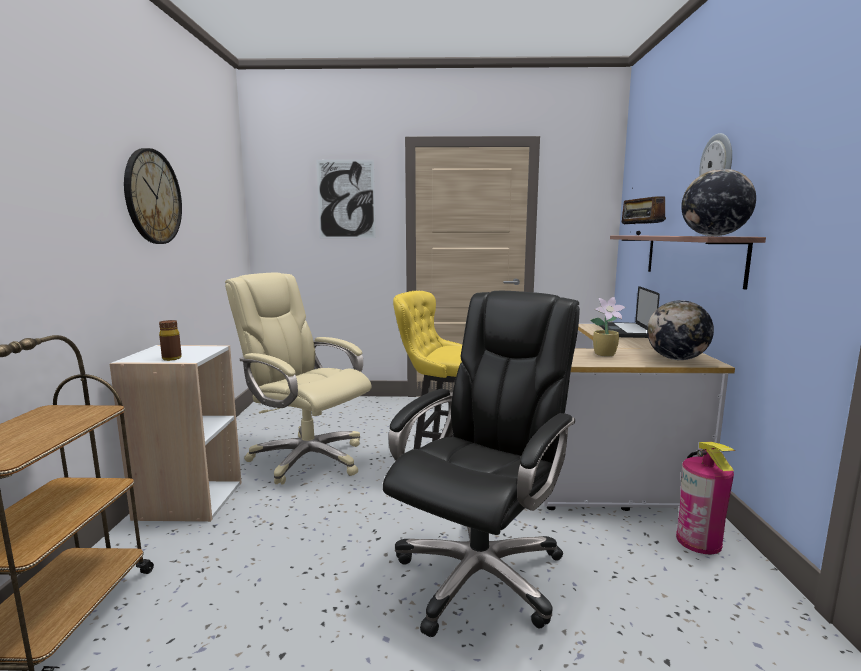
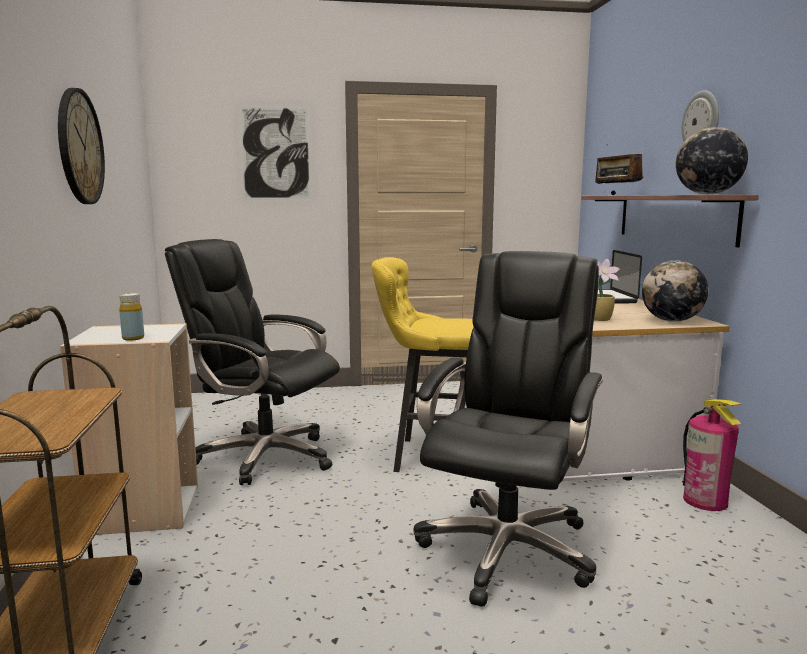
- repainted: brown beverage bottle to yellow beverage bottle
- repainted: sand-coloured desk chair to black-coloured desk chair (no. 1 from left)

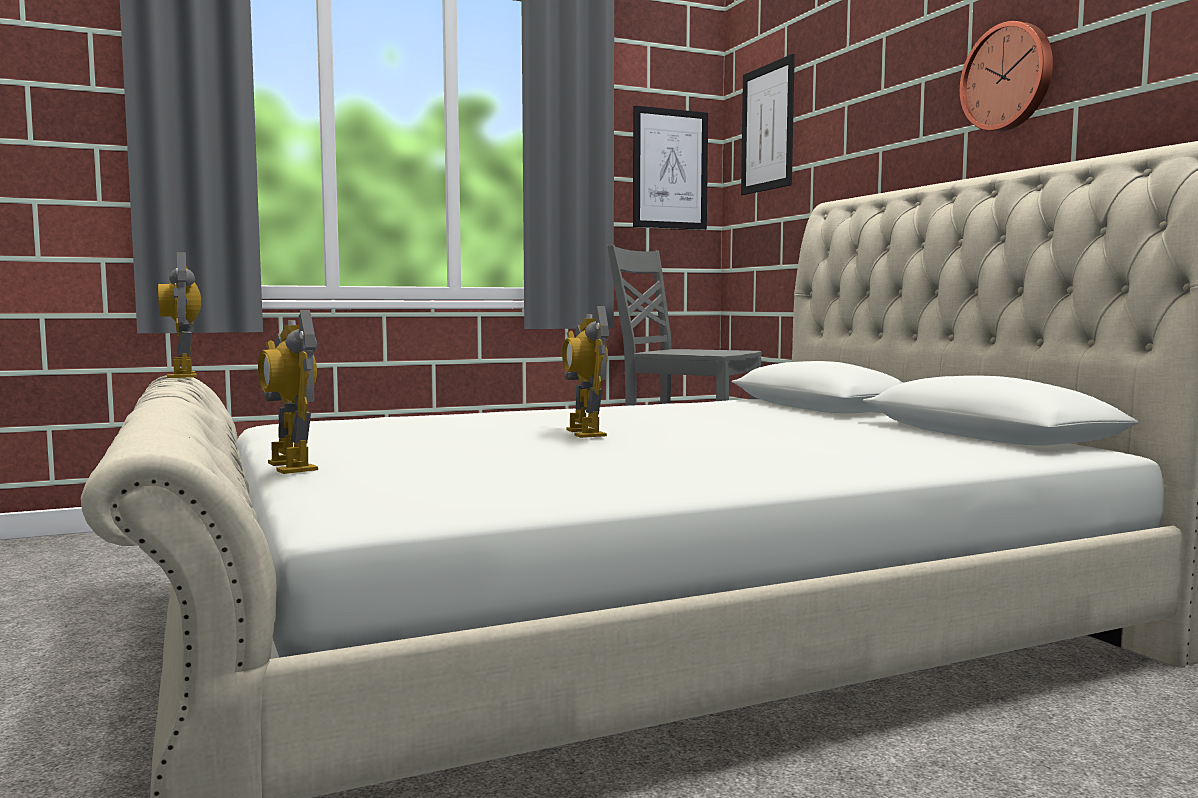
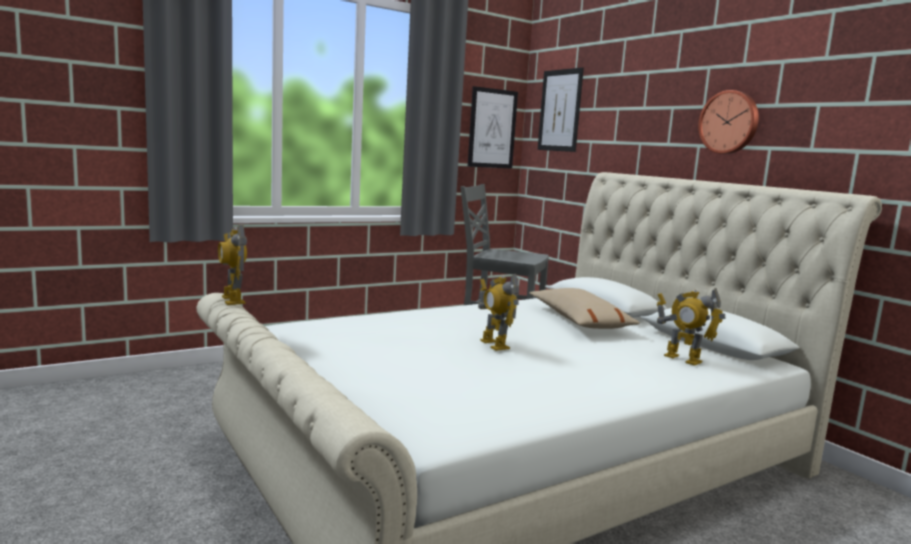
- shifted: model robot (no. 2 from left in the first image) to model robot (no. 3 from left)
- new: sand-coloured throw pillow

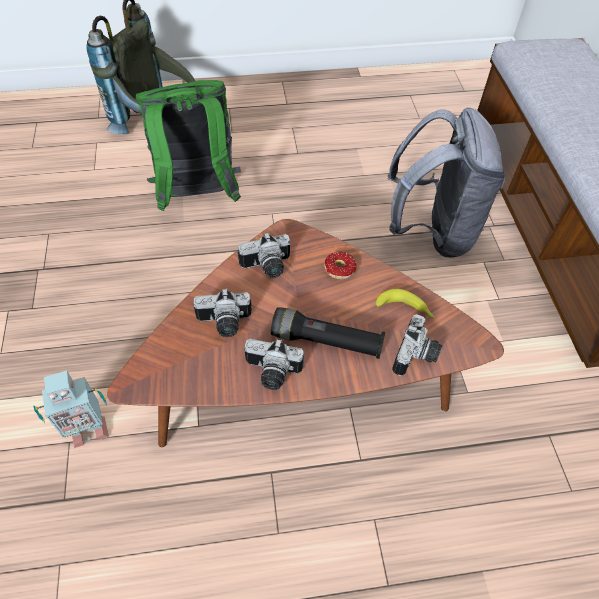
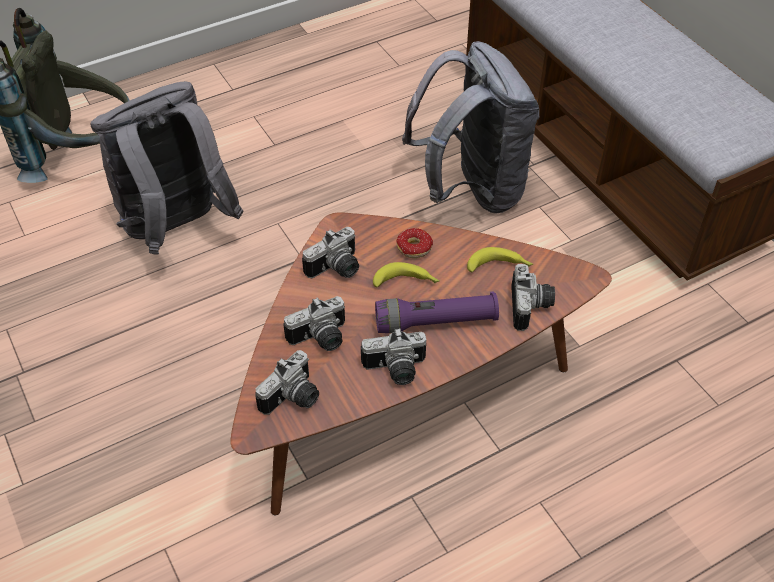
- gone: model robot
- repainted: green rucksack to grey rucksack (no. 2 from left)
- repainted: black-coloured flashlight to purplish flashlight
- new: still camera (no. 1 from left)
- new: banana (no. 1 from left)

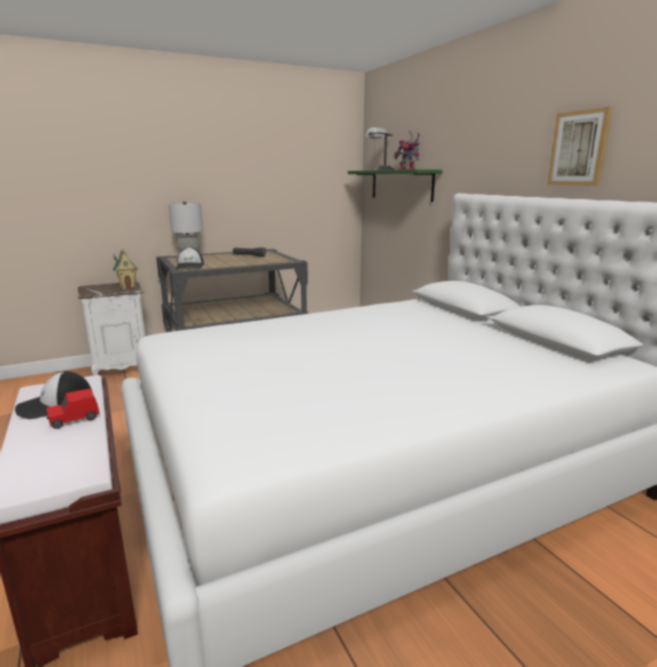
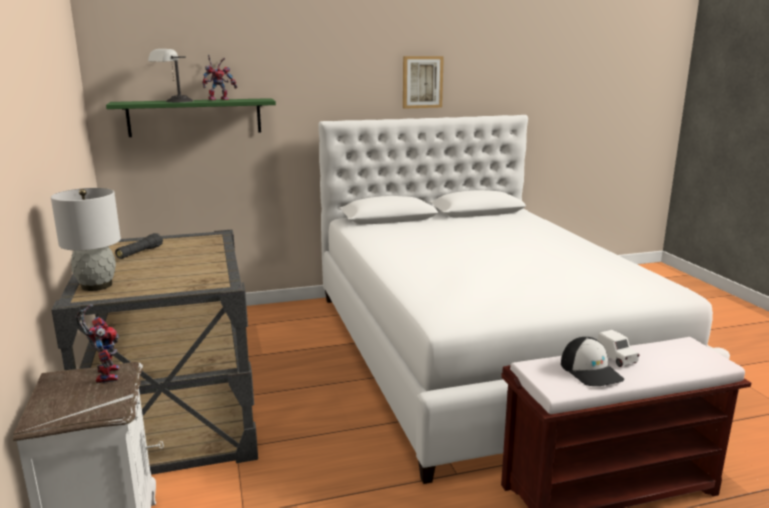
- repainted: reddish miniature car to white miniature car
- swapped: miniature house to model robot (no. 1 from left)
- gone: peaked cap (no. 2 from left)

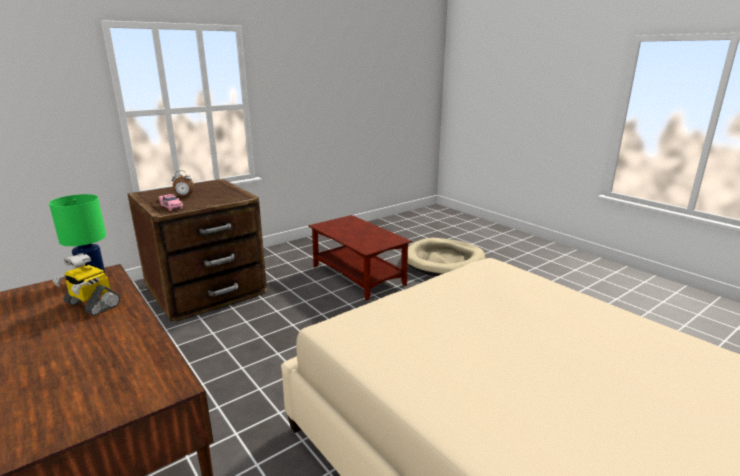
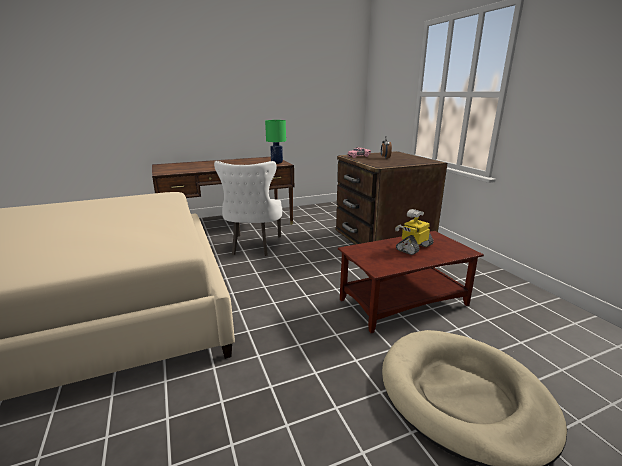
- shifted: model robot
- new: white chair

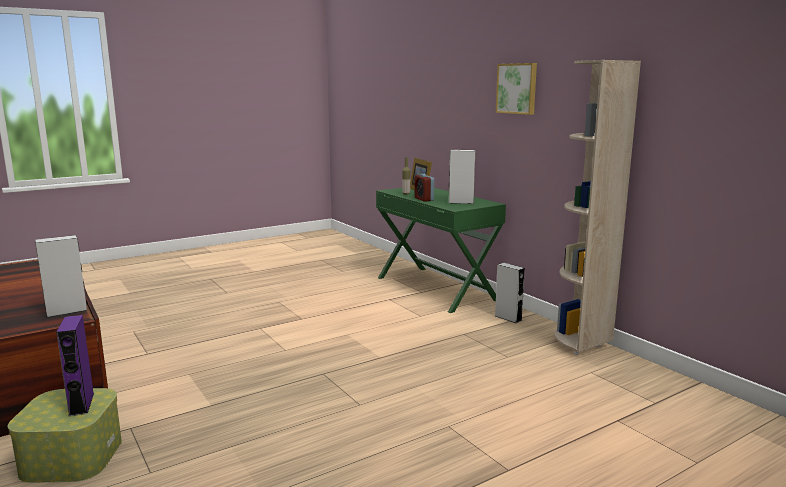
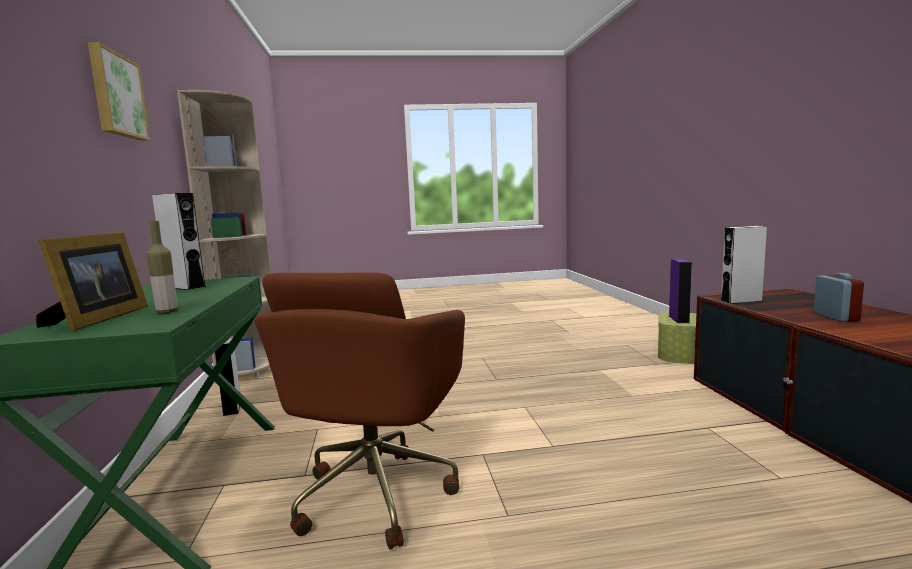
- shifted: table clock
- new: brown desk chair

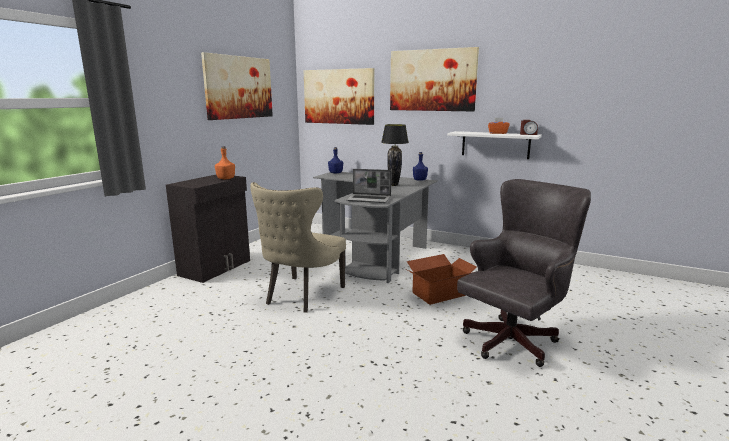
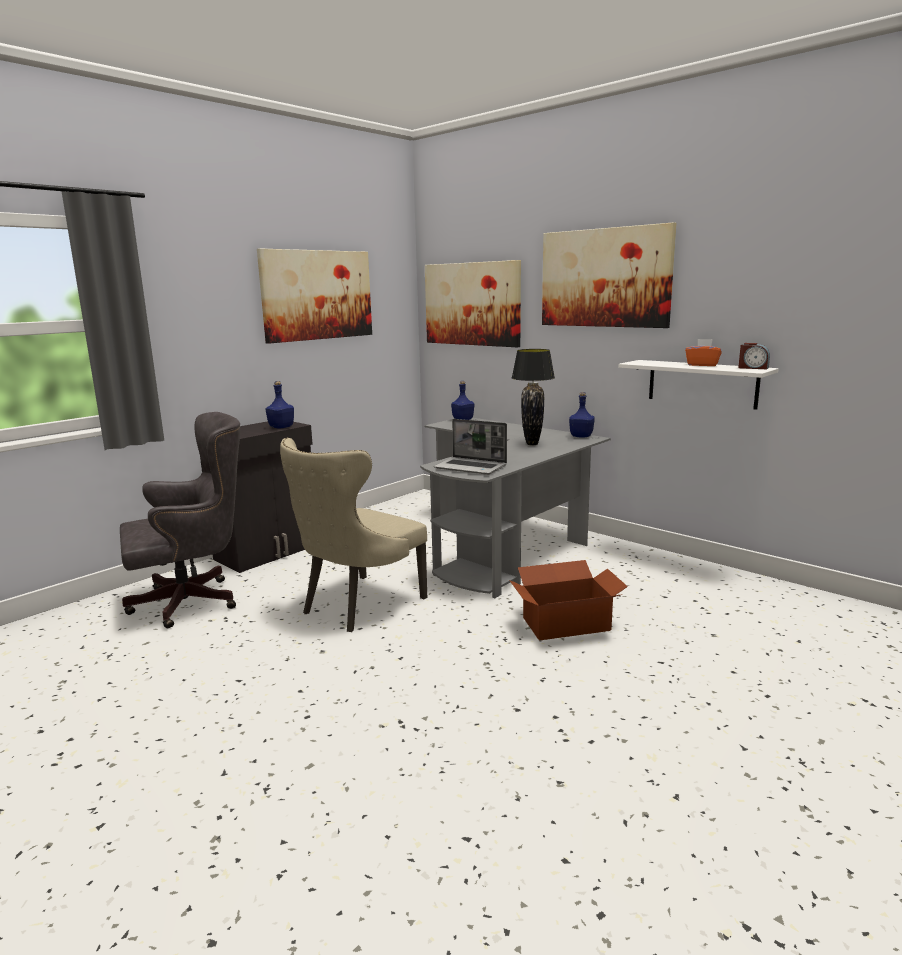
- repainted: orange beverage bottle to bluish beverage bottle (no. 1 from left)
- shifted: grey desk chair

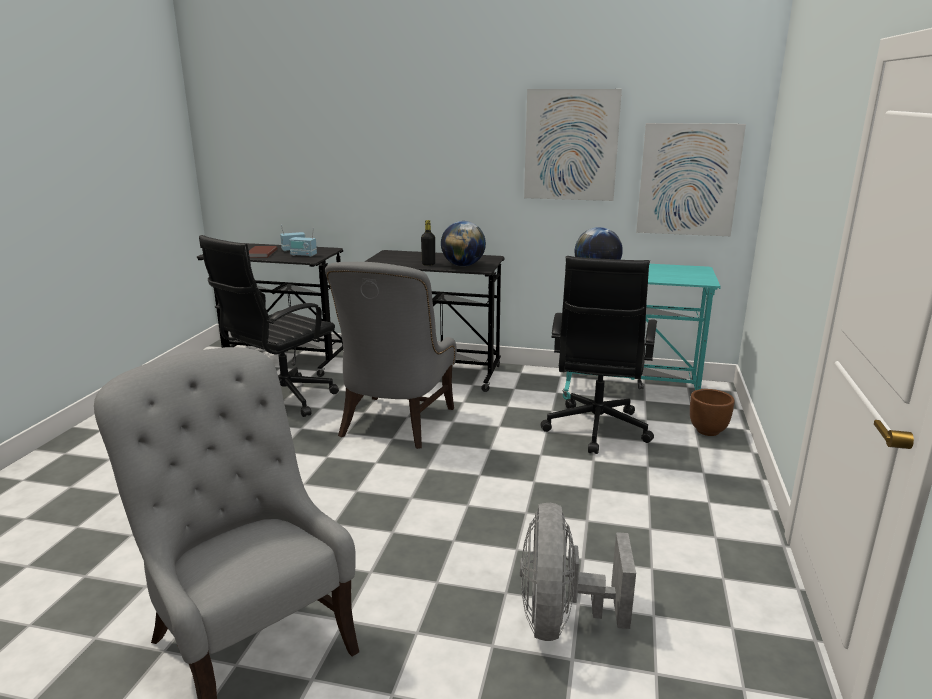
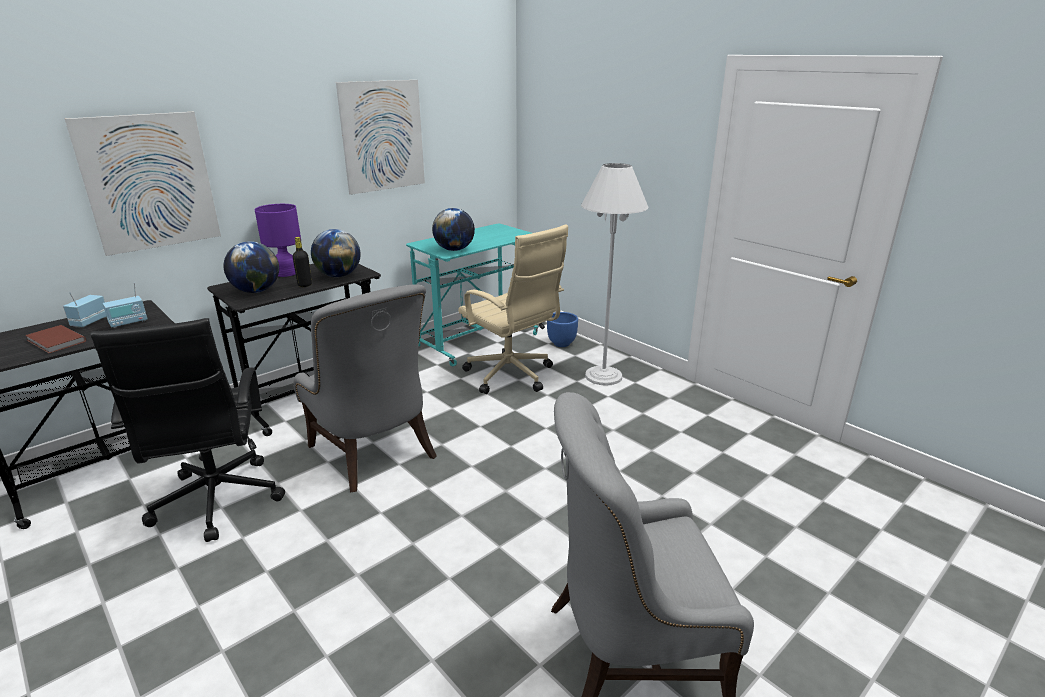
- gone: grey cooling fan
- repainted: black-coloured desk chair (no. 2 from left) to sand-coloured desk chair
- shifted: wall art (no. 2 from left in the first image) to wall art (no. 1 from left)
- repainted: brown plant pot to bluish plant pot
- new: world globe (no. 1 from left)
- new: purplish lamp for a table
- new: white standard lamp

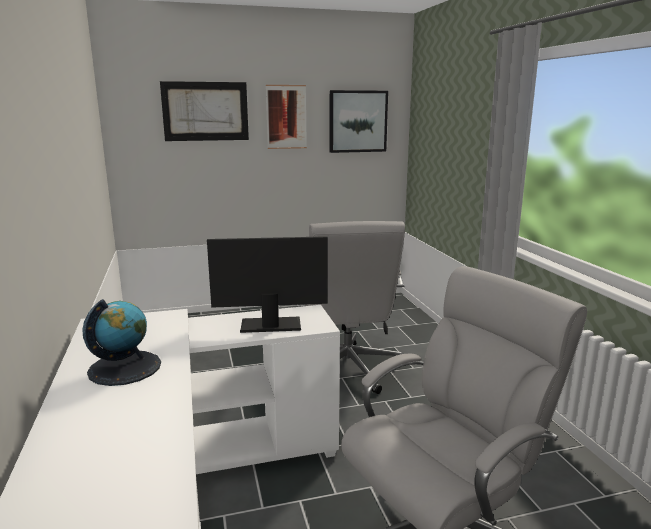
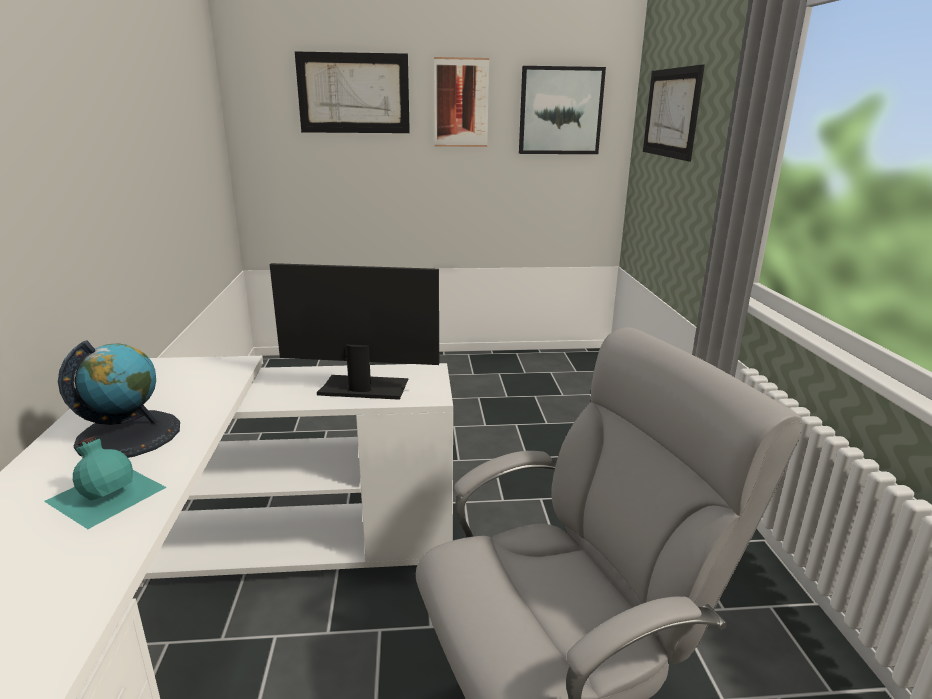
- gone: grey desk chair (no. 1 from left)
- new: turquoise beverage bottle
- new: wall art (no. 4 from left)

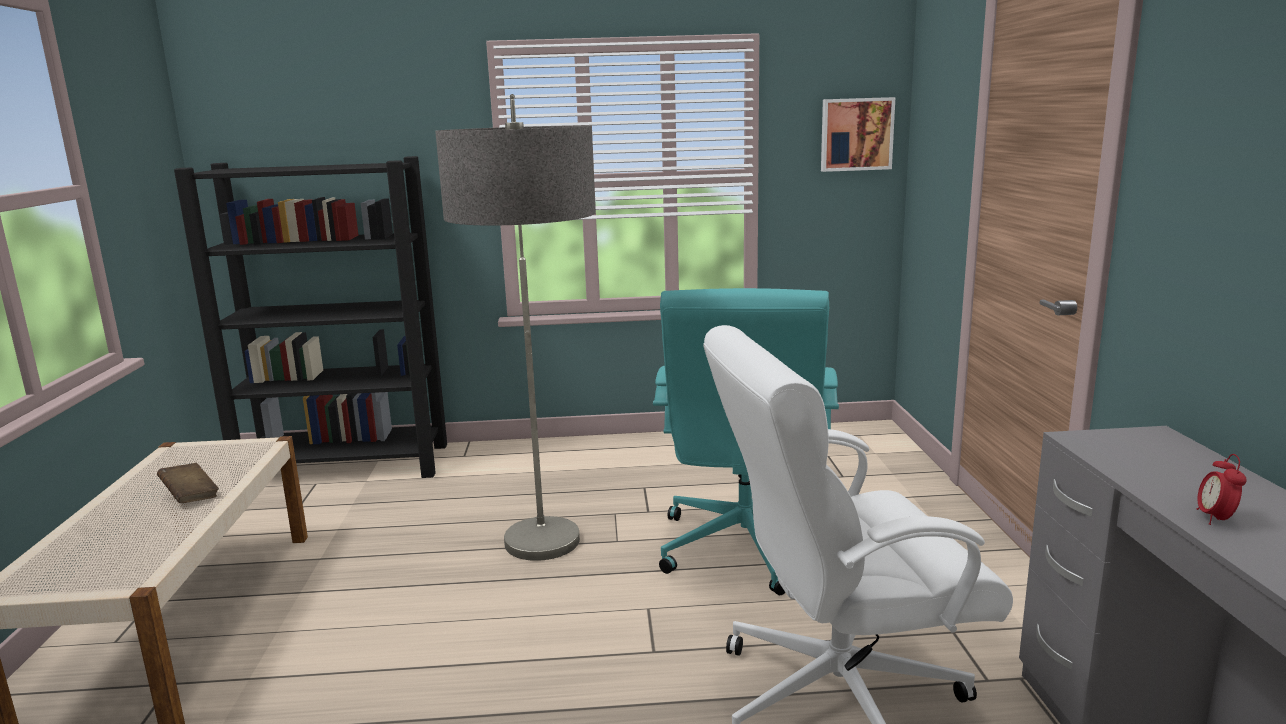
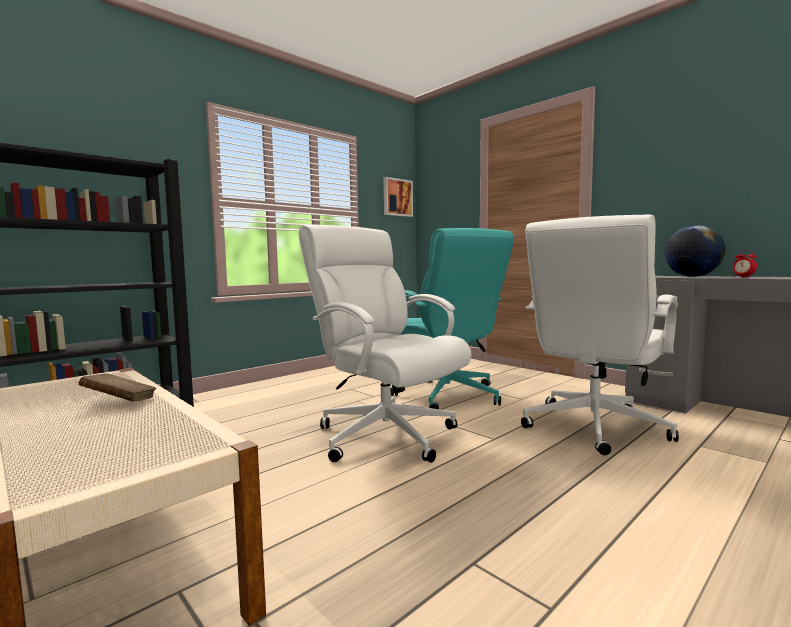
- swapped: standard lamp to white desk chair (no. 1 from left)
- new: world globe

